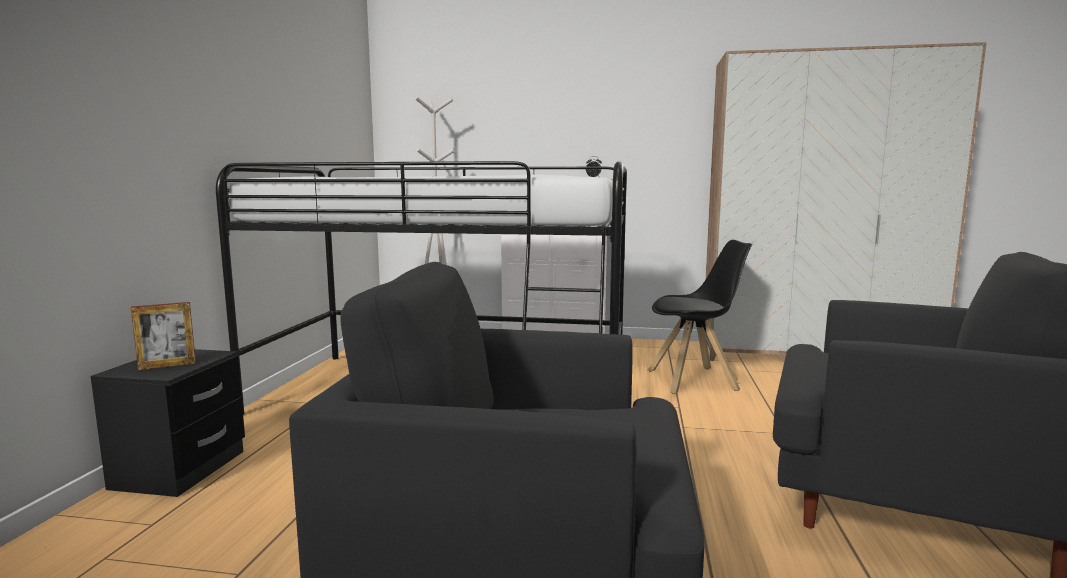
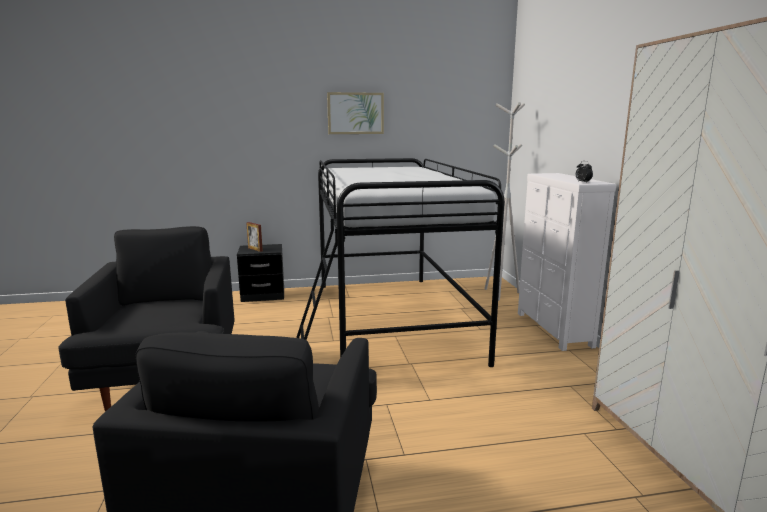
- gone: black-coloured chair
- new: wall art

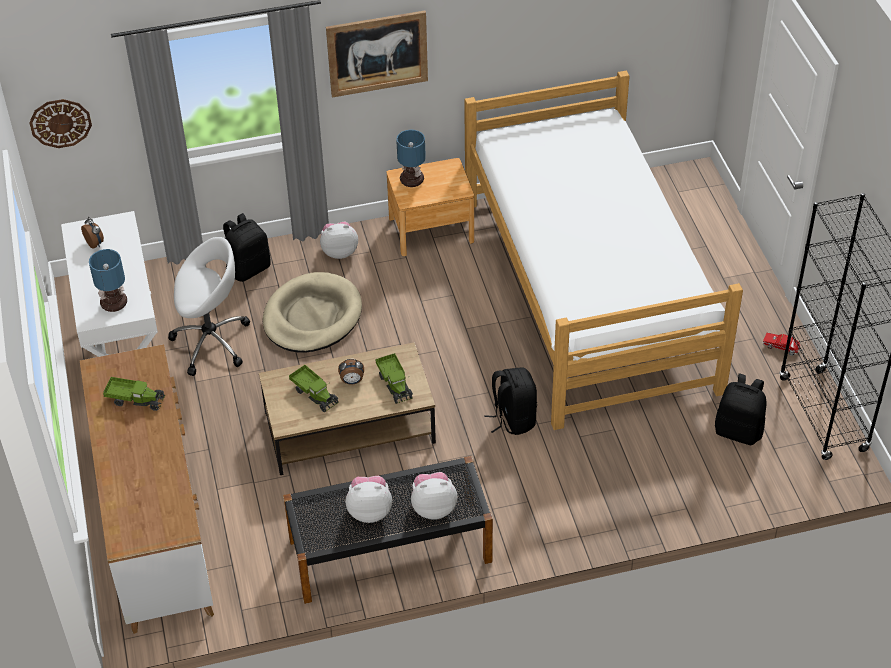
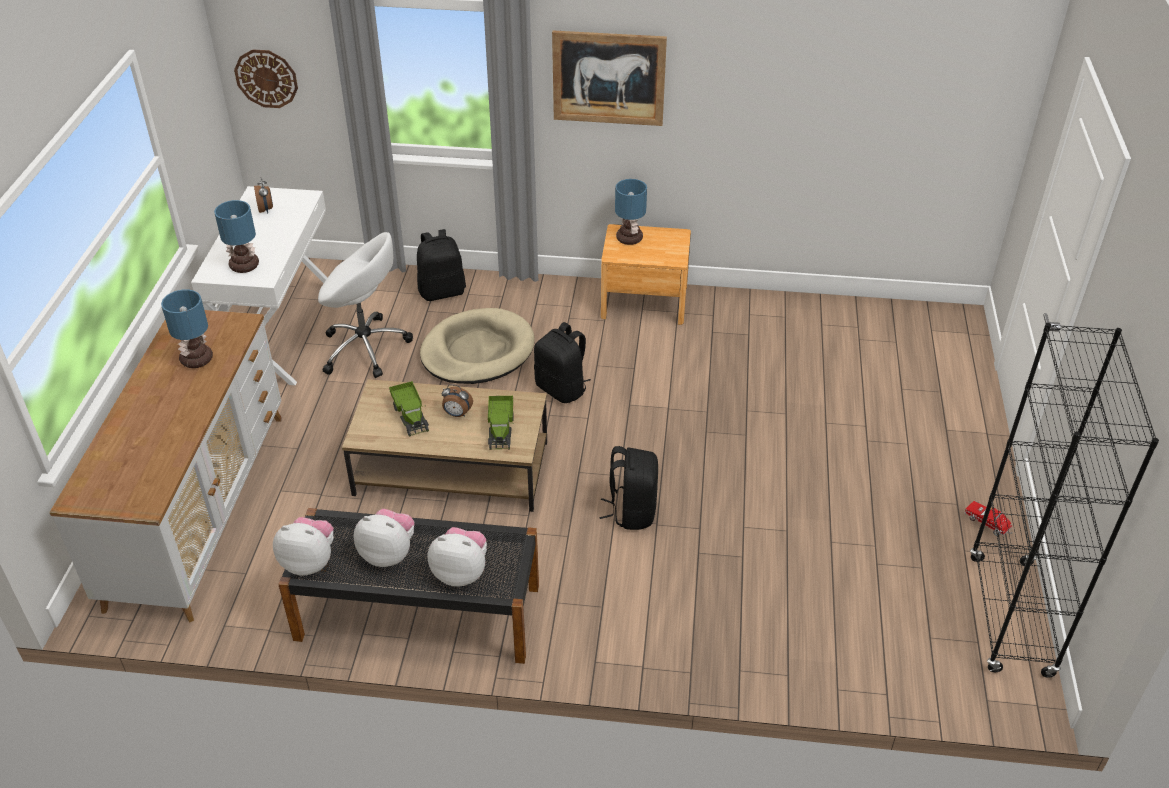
- swapped: model truck (no. 1 from left) to lamp for a table (no. 1 from left)
- shifted: plush toy (no. 1 from left)
- gone: bedroom bed
- shifted: black-coloured rucksack (no. 3 from left in the first image) to black-coloured rucksack (no. 2 from left)

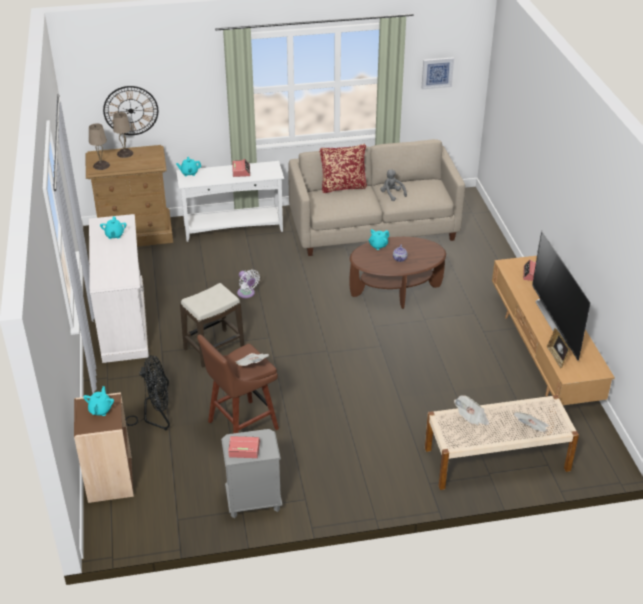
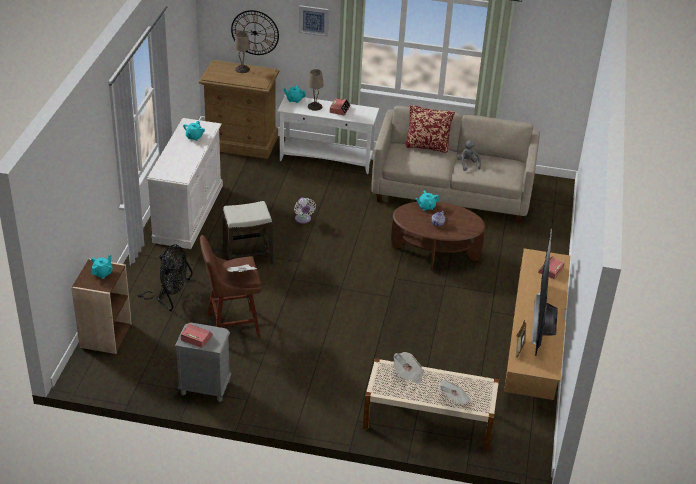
- shifted: sand-coloured lamp for a table (no. 1 from left in the first image) to sand-coloured lamp for a table (no. 2 from left)
- shifted: wall art

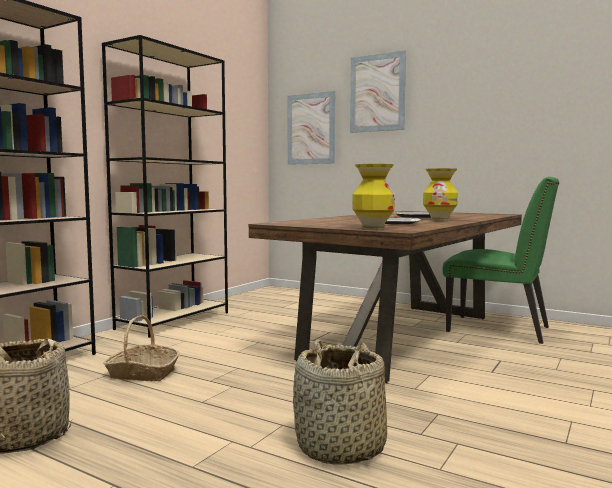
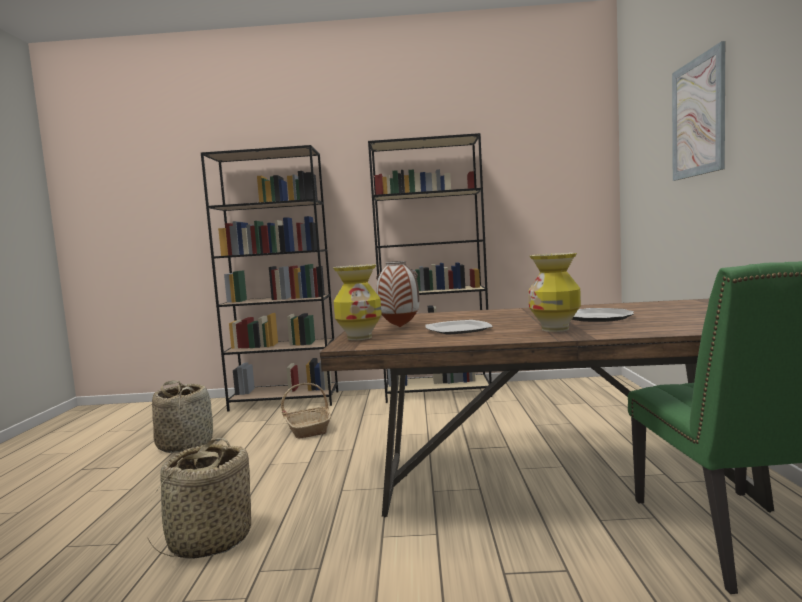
- gone: wall art (no. 1 from left)
- new: decorative vase (no. 2 from left)

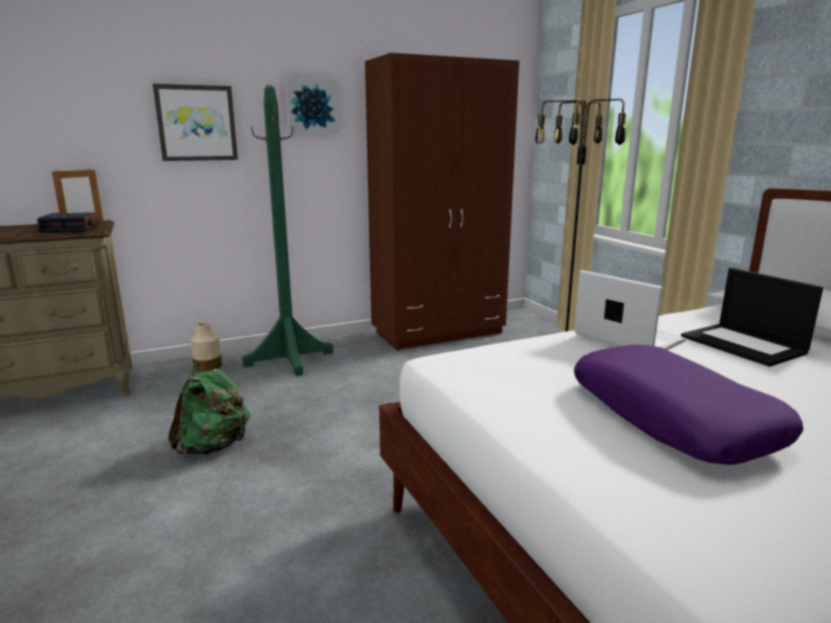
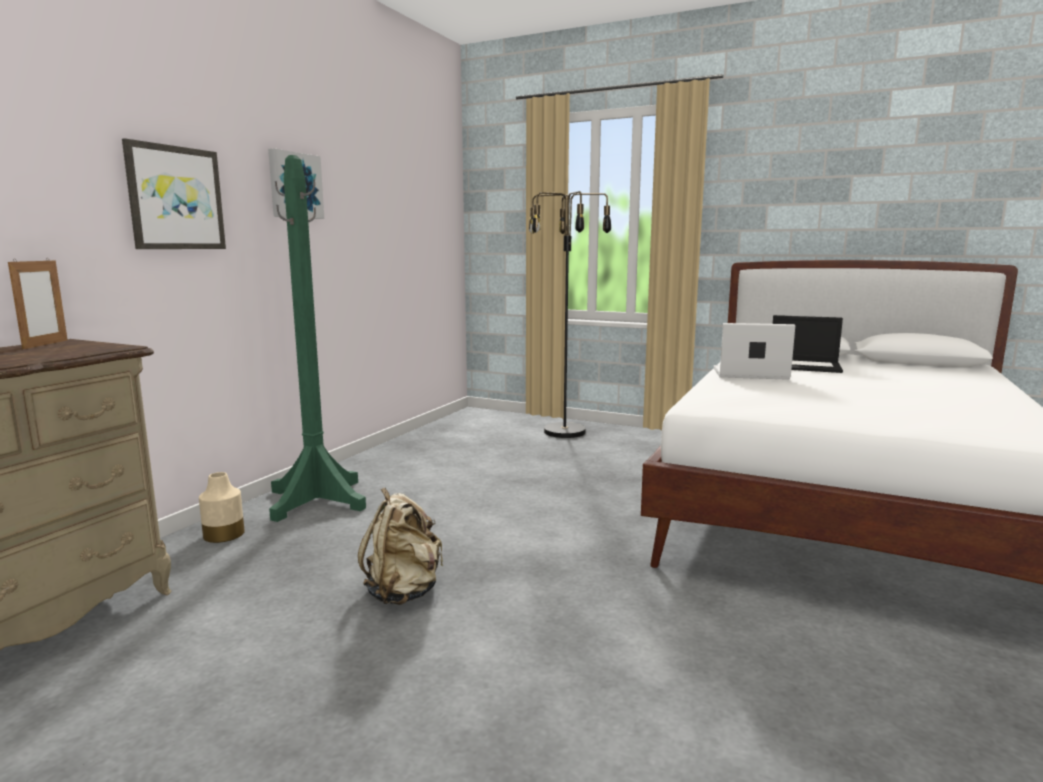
- gone: table clock
- repainted: green rucksack to sand-coloured rucksack
- gone: brown armoire
- gone: purplish throw pillow

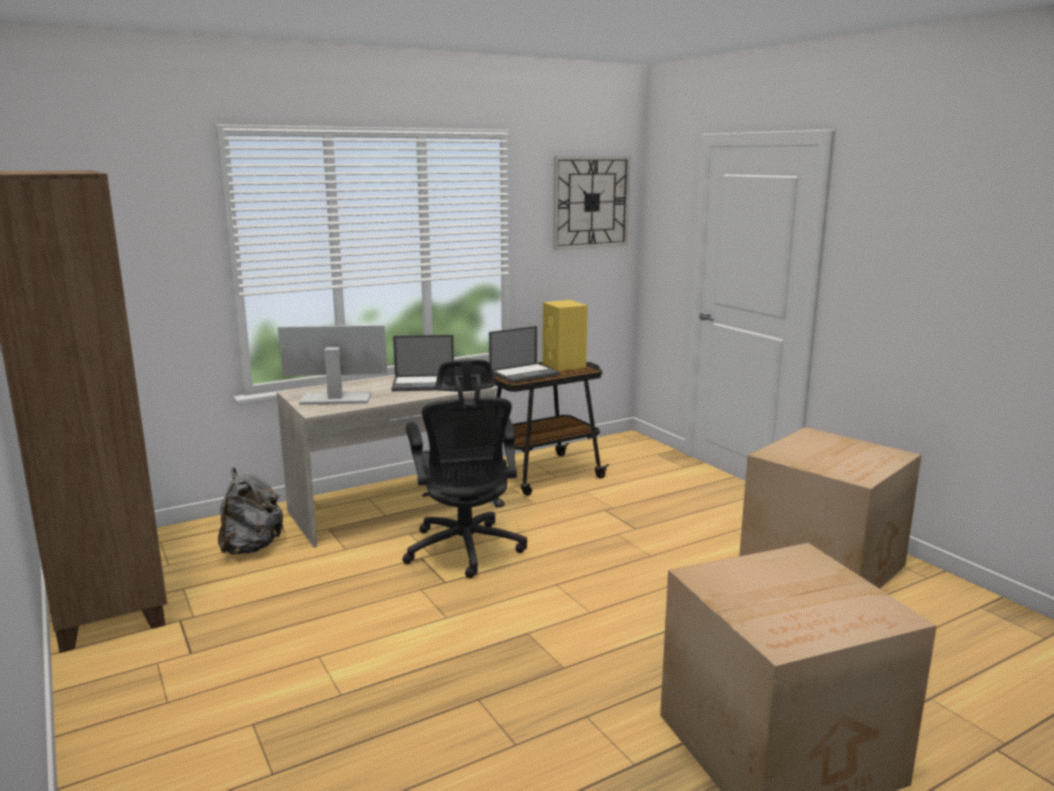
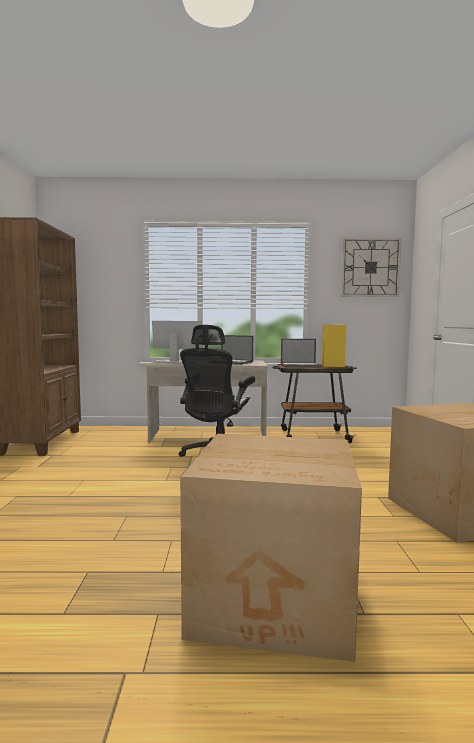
- gone: grey rucksack

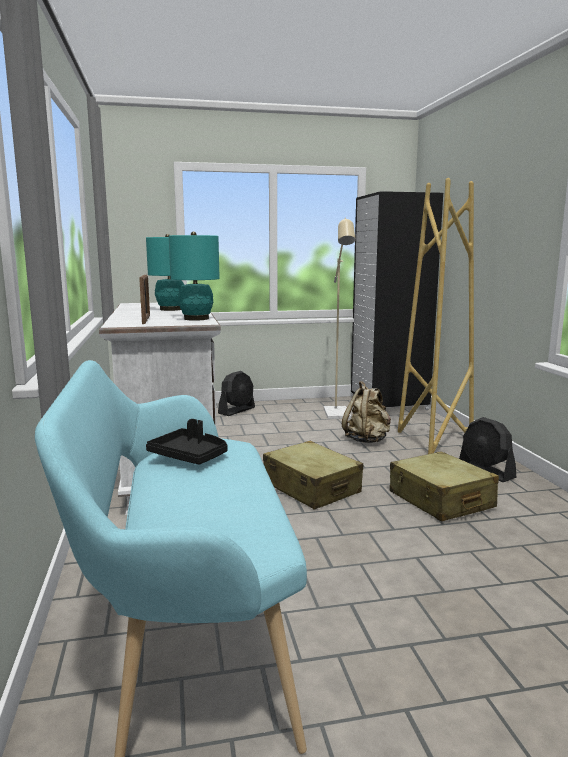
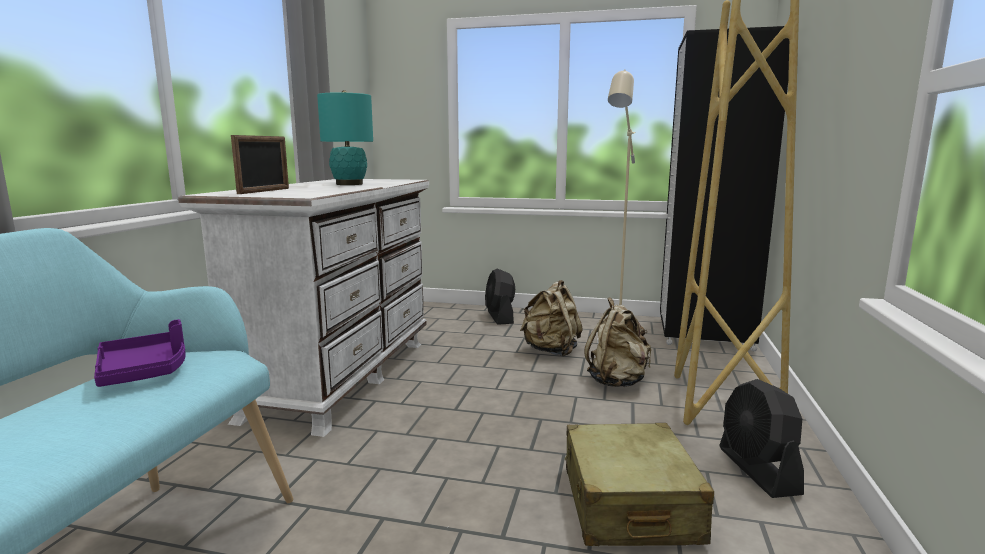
- repainted: black-coloured tray to purplish tray
- gone: turquoise lamp for a table (no. 2 from left)
- rotated: black-coloured cooling fan (no. 1 from left) 105 degrees clockwise
- gone: sand-coloured suitcase (no. 1 from left)
- new: sand-coloured rucksack (no. 1 from left)

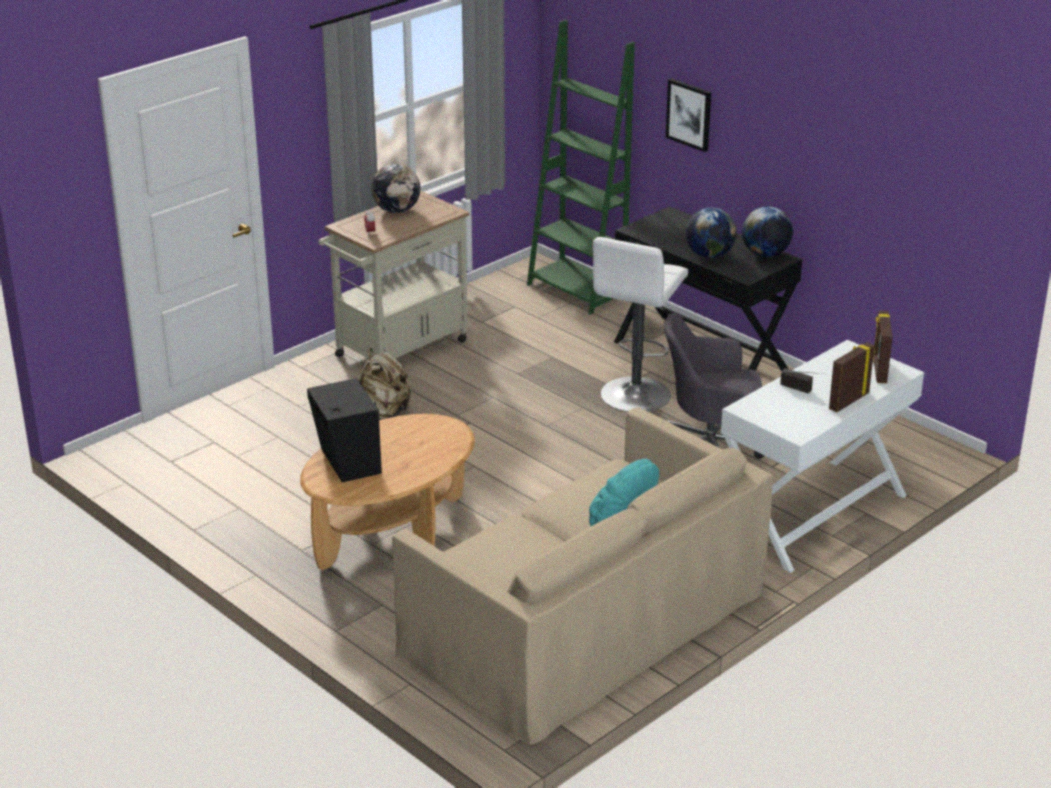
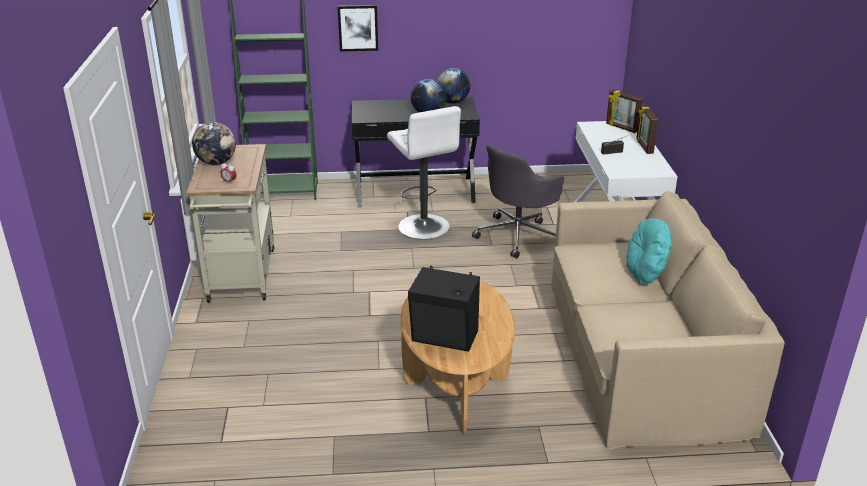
- gone: sand-coloured rucksack

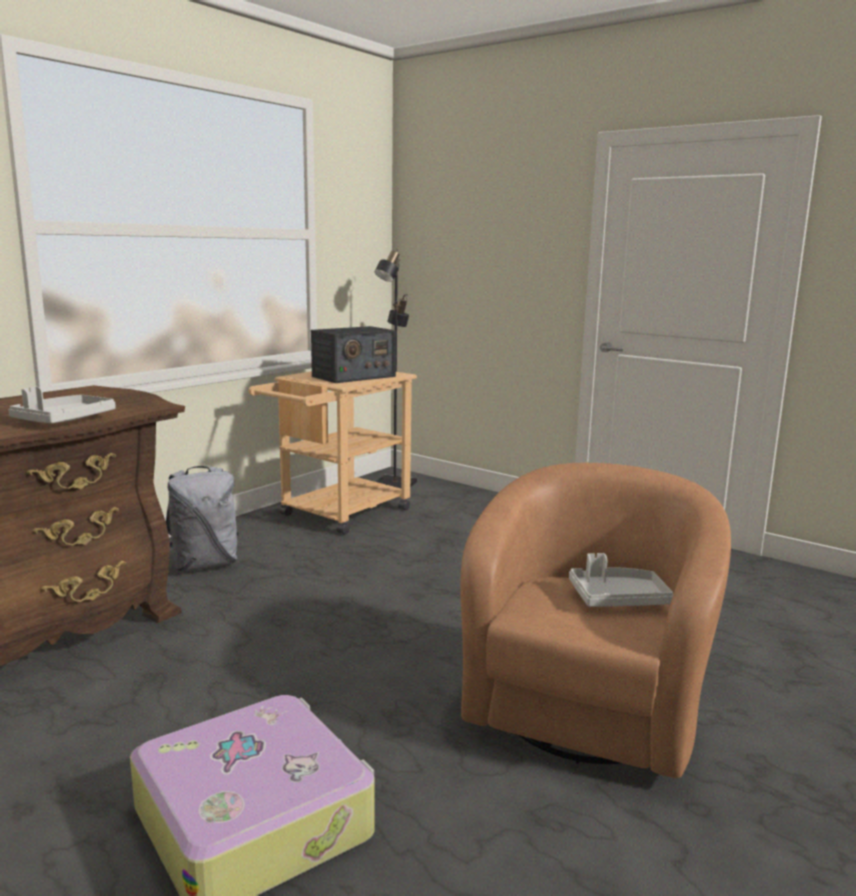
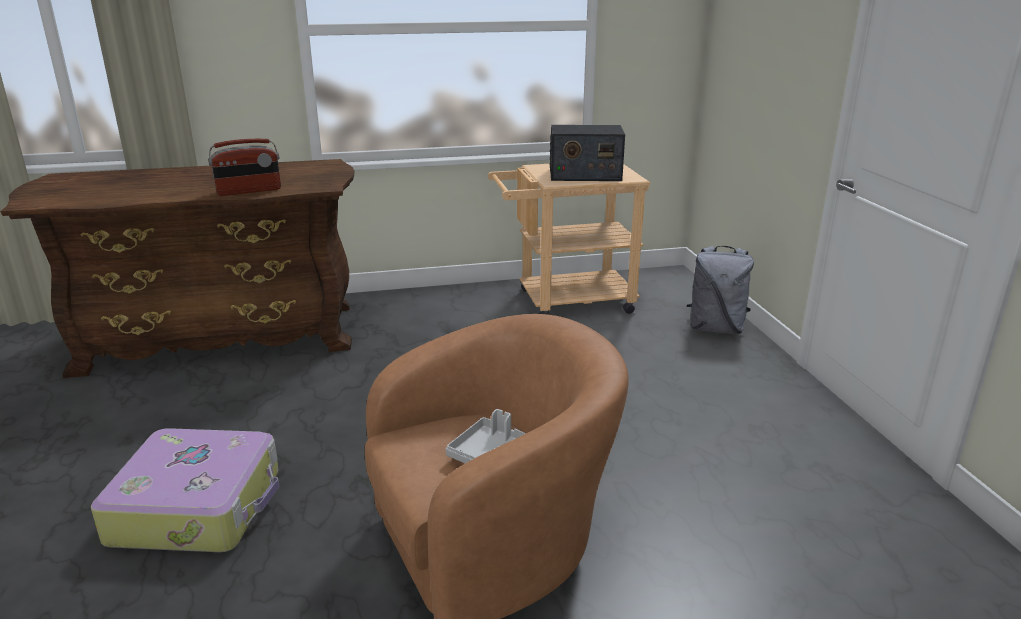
- swapped: grey tray (no. 1 from left) to radio (no. 1 from left)
- shifted: grey rucksack
- gone: black-coloured standard lamp

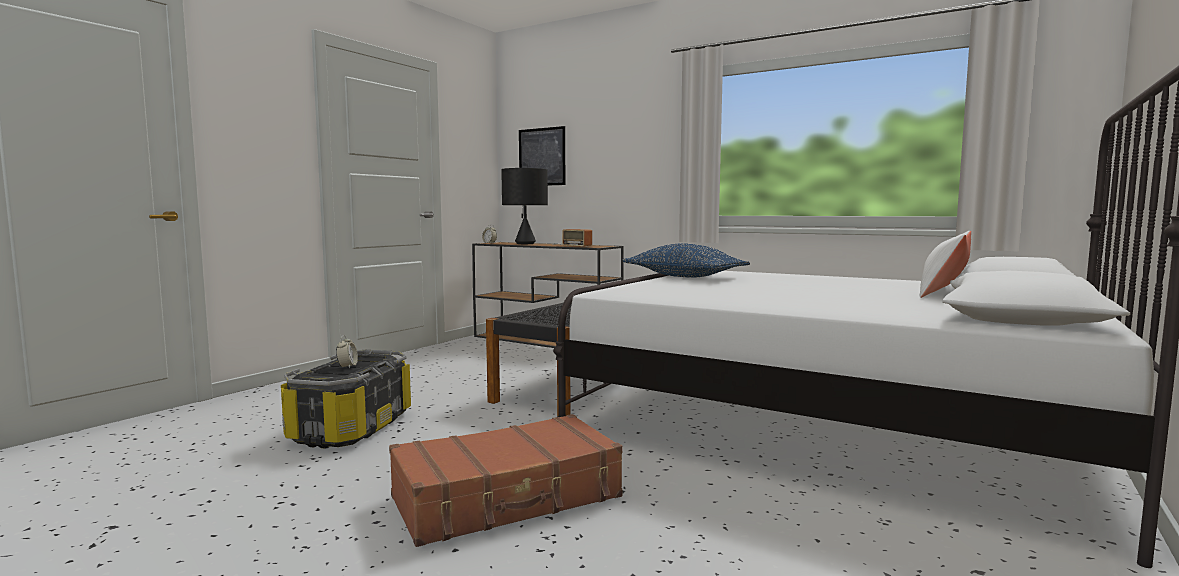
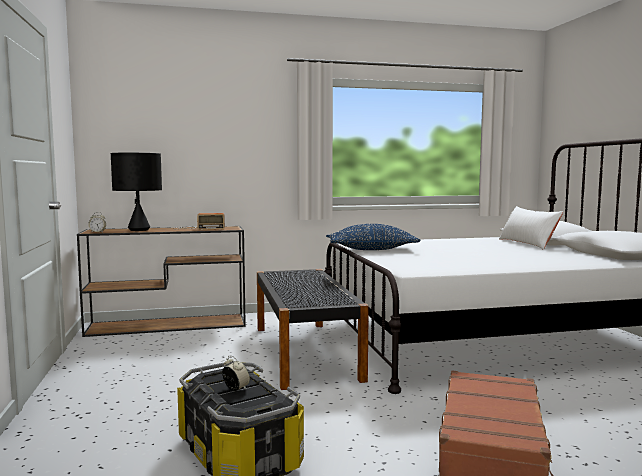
- gone: wall art

